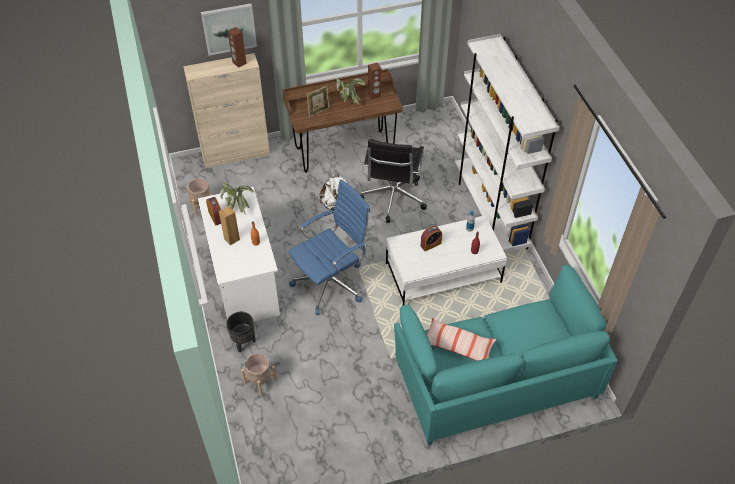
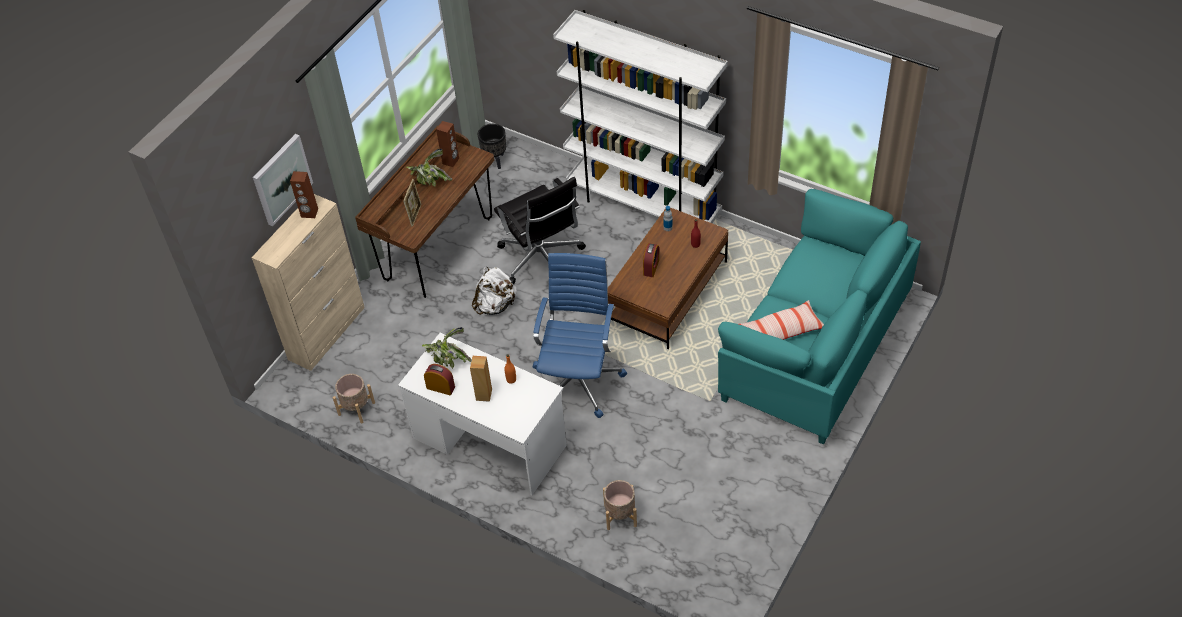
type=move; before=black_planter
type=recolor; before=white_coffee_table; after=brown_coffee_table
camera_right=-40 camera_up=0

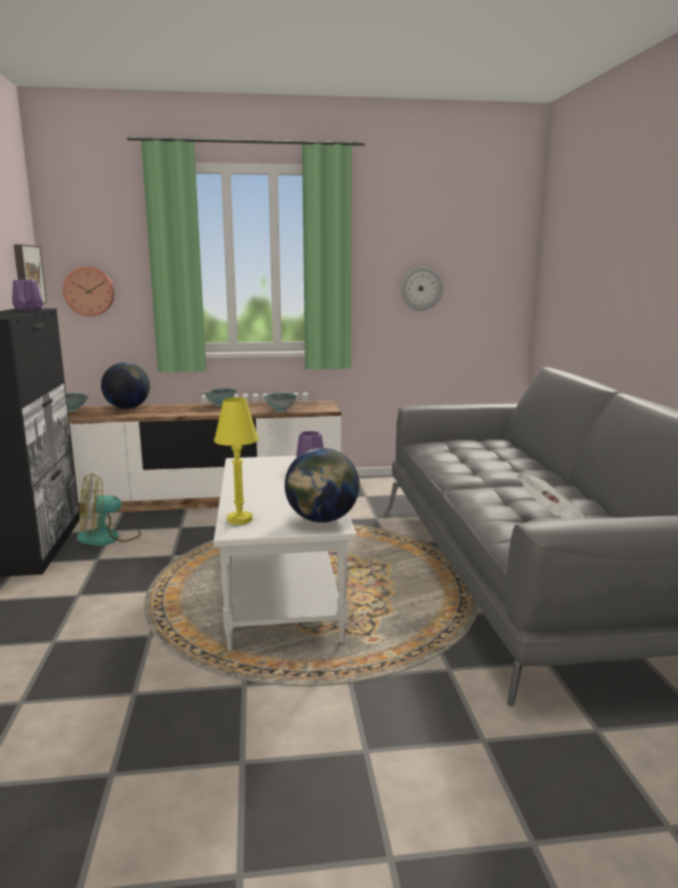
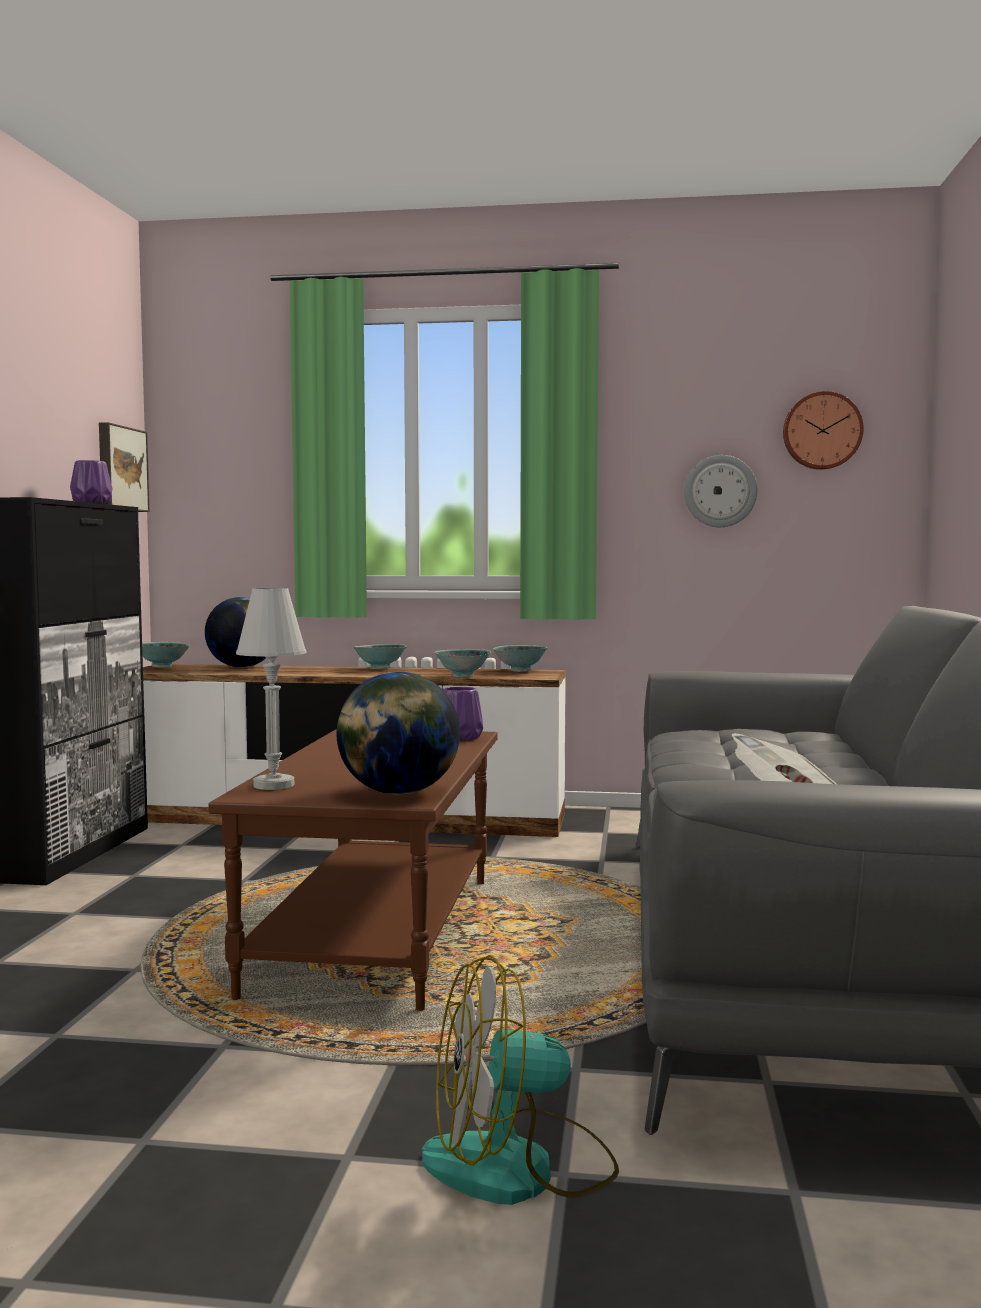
type=move; before=wall_clock (1st from left in the first image); after=wall_clock (2nd from left)
type=move; before=fan
type=recolor; before=white_coffee_table; after=brown_coffee_table
type=recolor; before=yellow_table_lamp; after=white_table_lamp
type=insert; after=bowl (4th from left)
camera_right=15 camera_up=-10

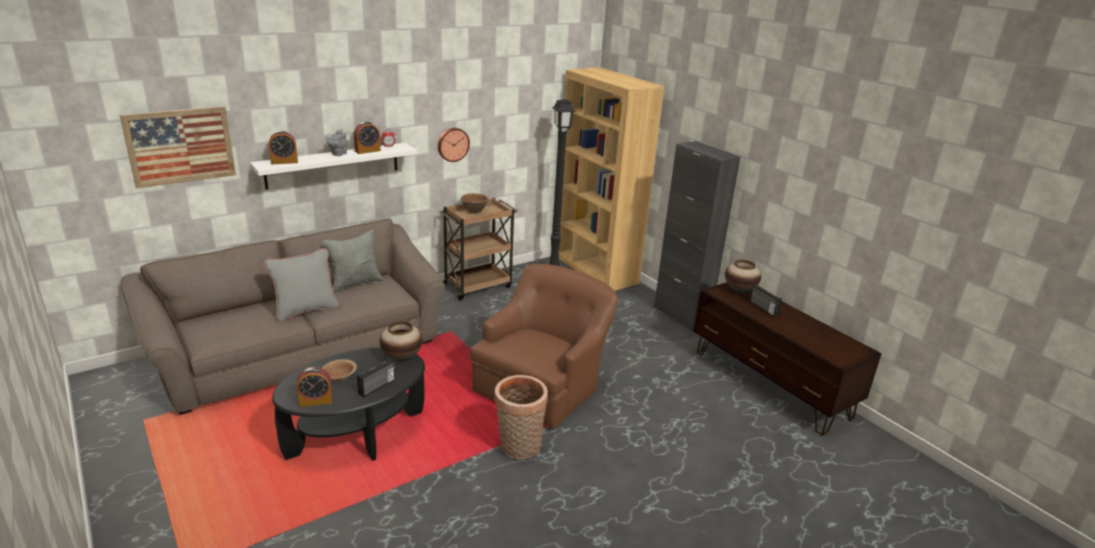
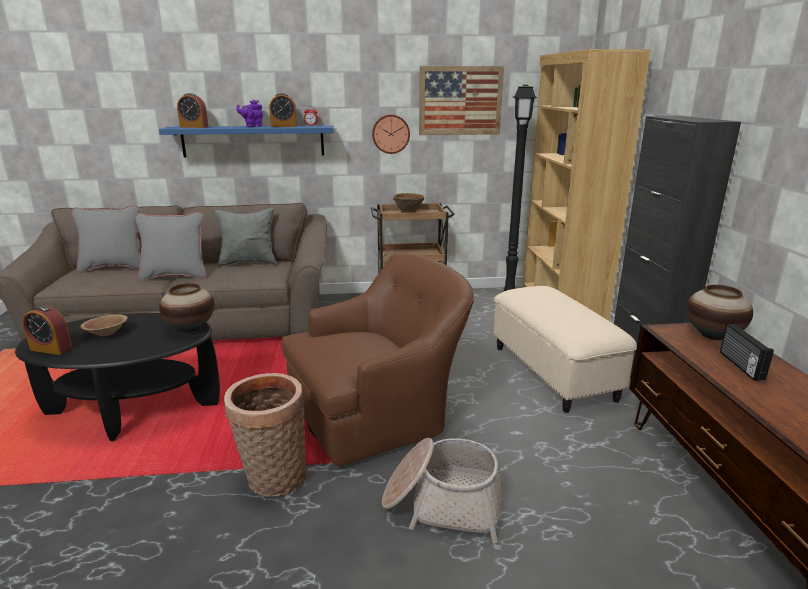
type=move; before=picture
type=recolor; before=white_shelf; after=blue_shelf
type=recolor; before=grey_teapot; after=purple_teapot
type=delete; before=radio (1st from left)
type=insert; after=grey_pillow (1st from left)
type=insert; after=basket (2nd from left)
type=insert; after=beige_ottoman
camera_right=30 camera_up=-5

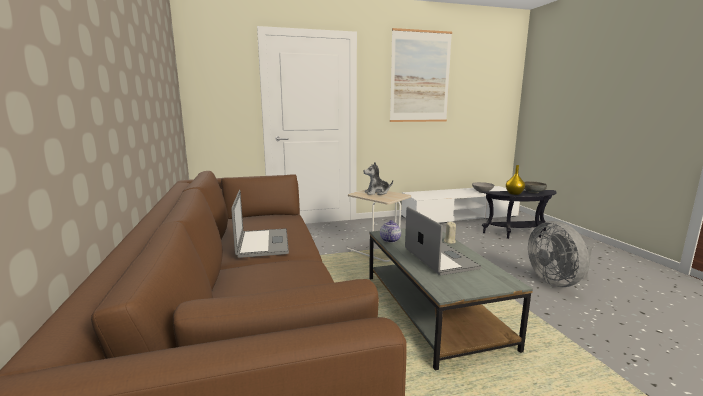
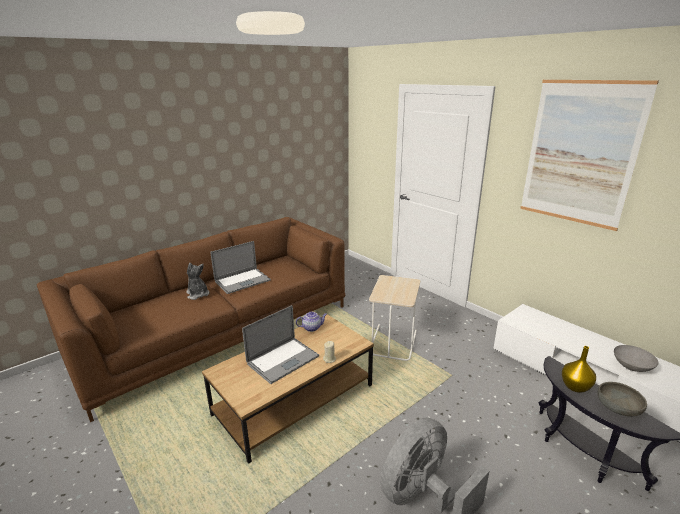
type=move; before=plush_toy
type=recolor; before=grey_coffee_table; after=brown_coffee_table
camera_right=65 camera_up=10

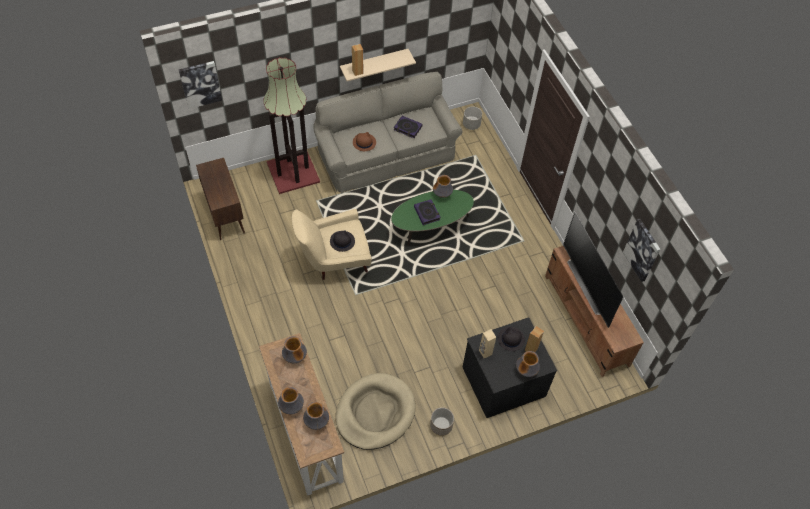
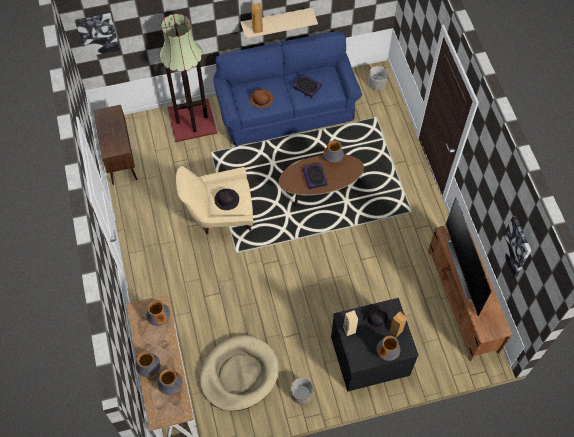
type=recolor; before=grey_sofa; after=blue_sofa
type=recolor; before=green_coffee_table; after=brown_coffee_table
camera_right=10 camera_up=5

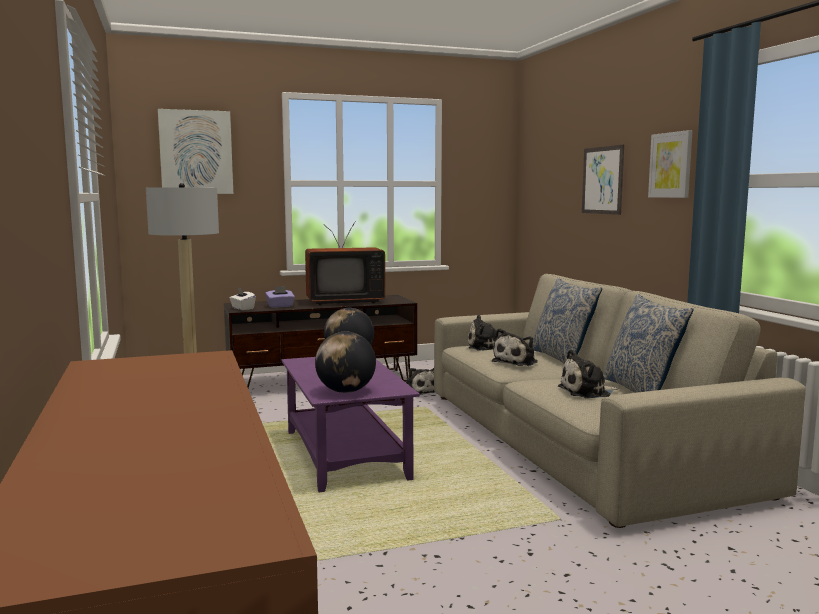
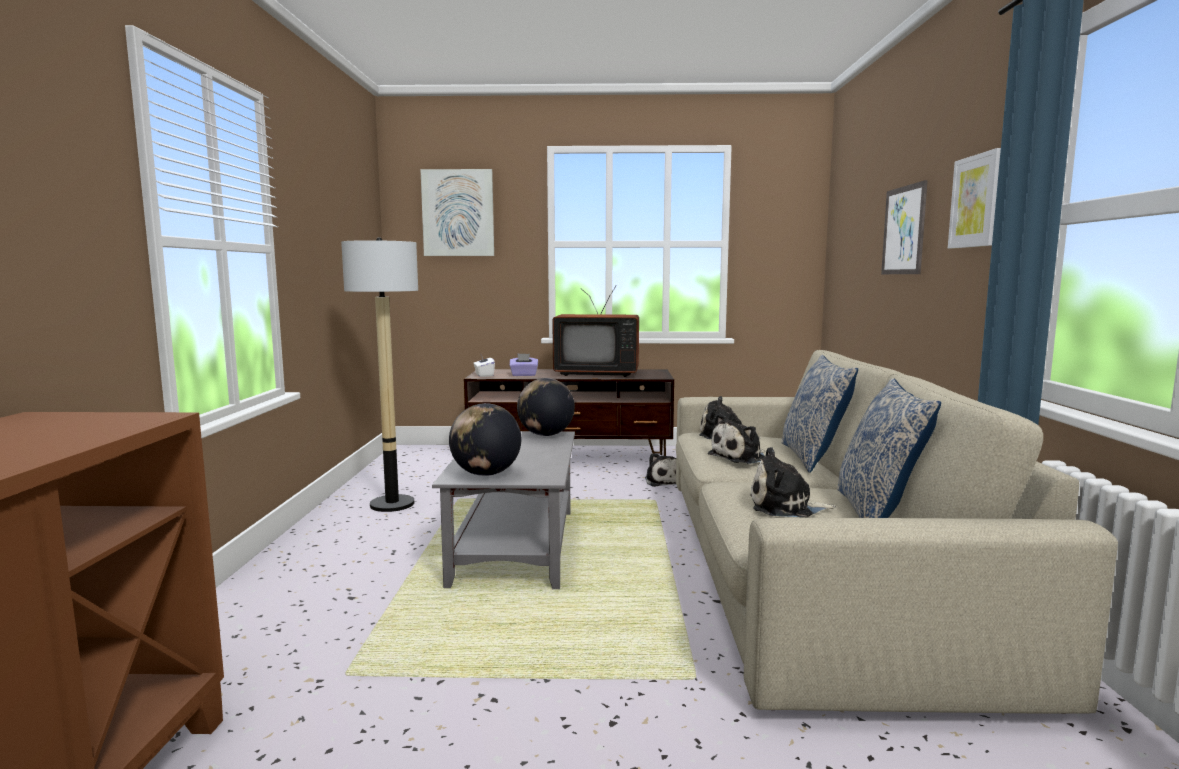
type=recolor; before=purple_coffee_table; after=grey_coffee_table
camera_right=20 camera_up=0

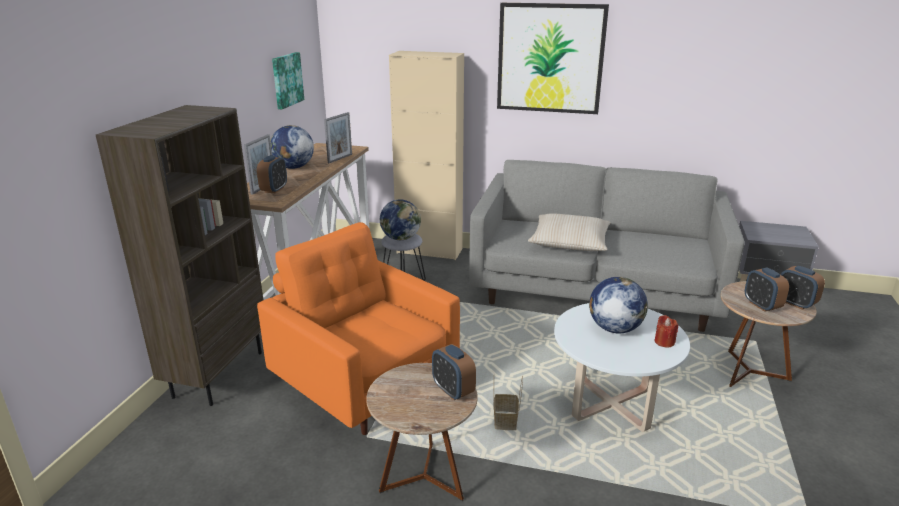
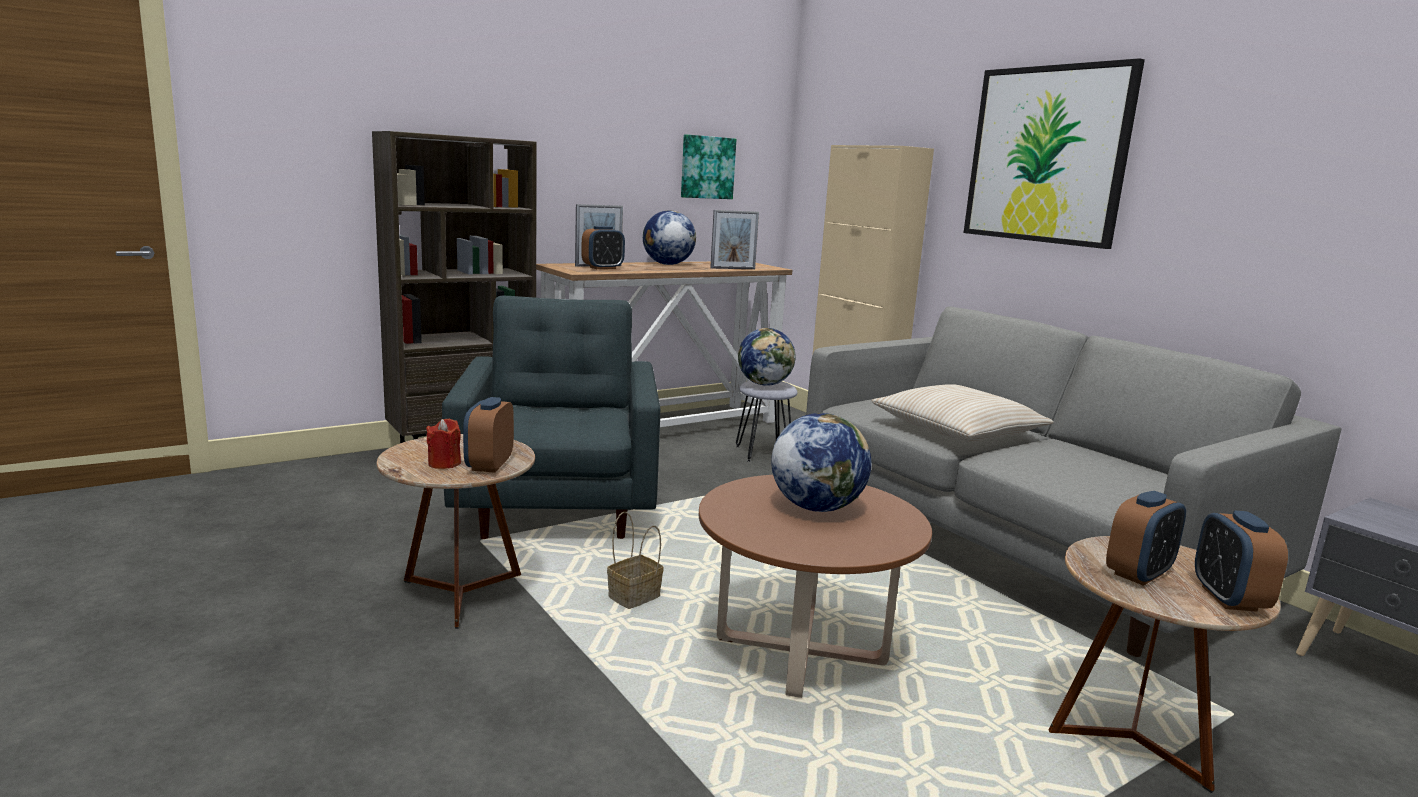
type=recolor; before=orange_armchair; after=grey_armchair
type=recolor; before=white_coffee_table; after=brown_coffee_table
type=move; before=red_candle
type=rotate; before=alarm_clock (3rd from left); turn=-150
camera_right=40 camera_up=-10

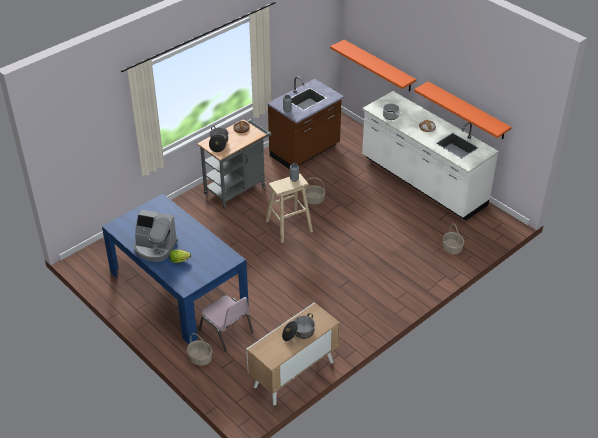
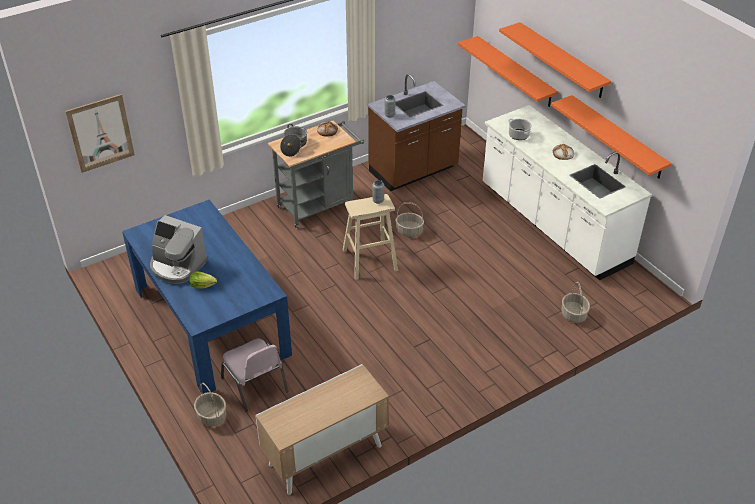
type=delete; before=cooking_pot (2nd from left)
type=insert; after=picture
type=insert; after=orange_shelf (2nd from left)
camera_right=10 camera_up=0

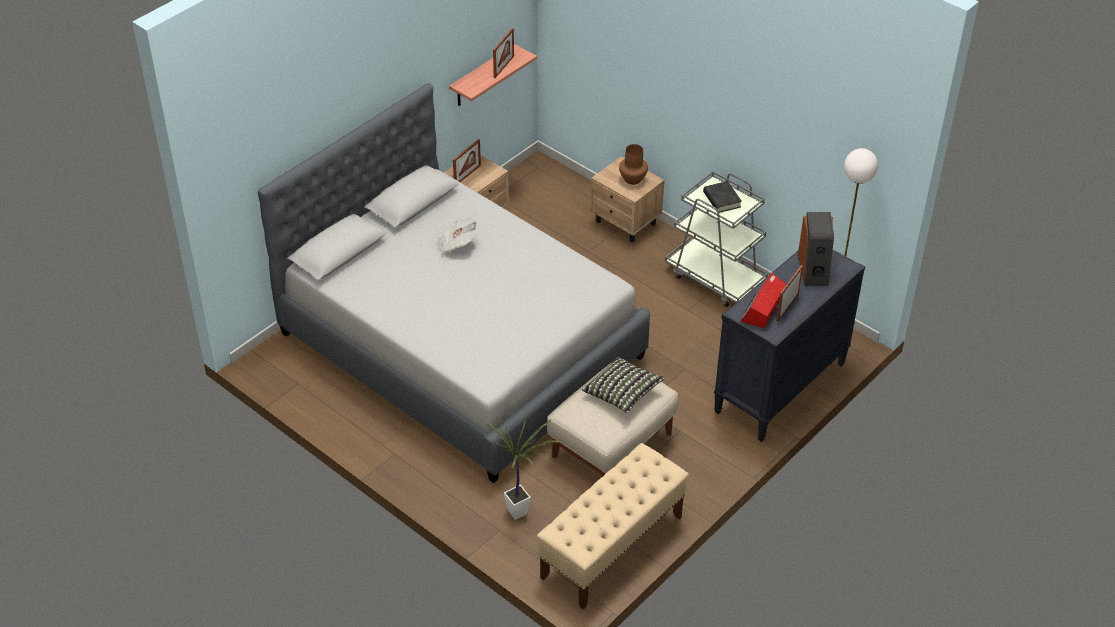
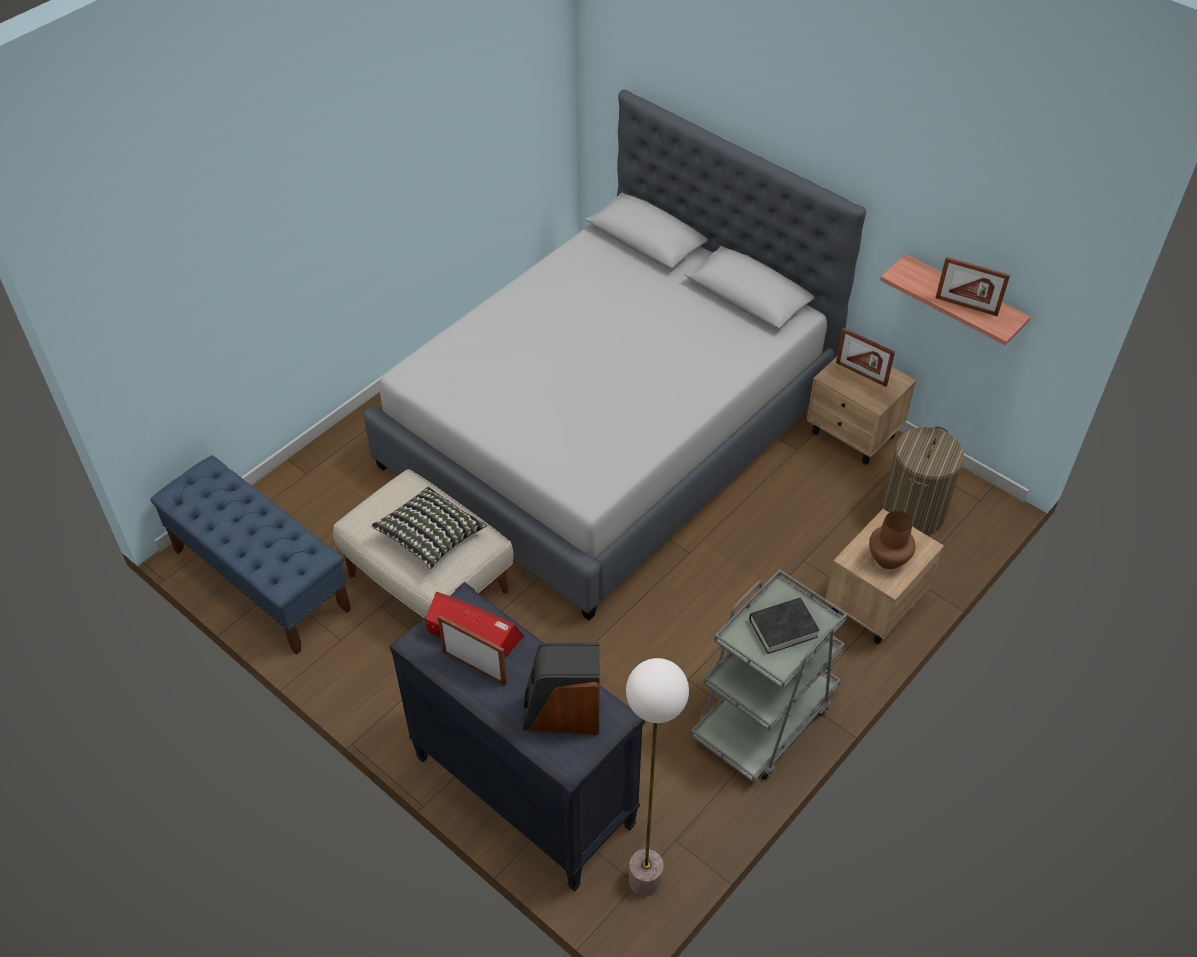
type=delete; before=newspaper
type=delete; before=potted_plant
type=recolor; before=beige_bench; after=blue_bench
type=insert; after=laundry_basket
camera_right=90 camera_up=5

